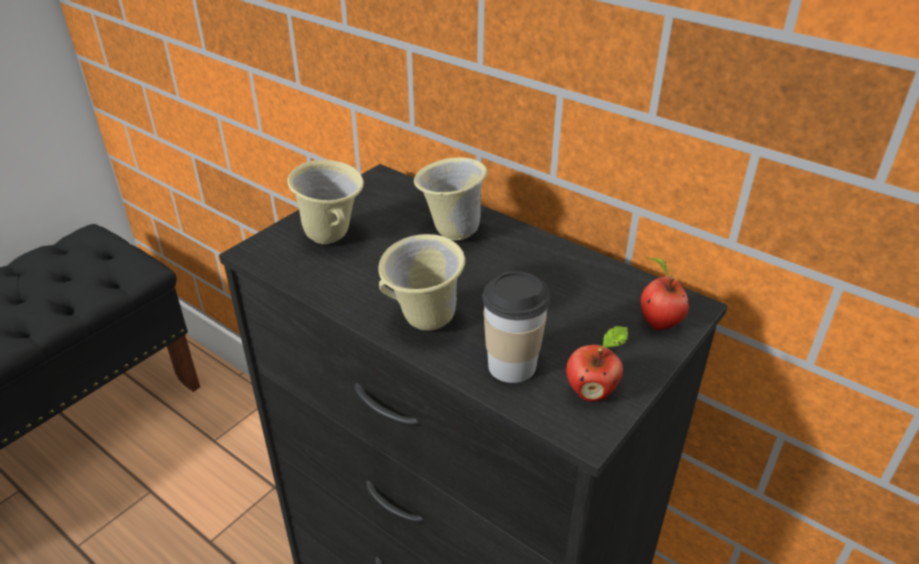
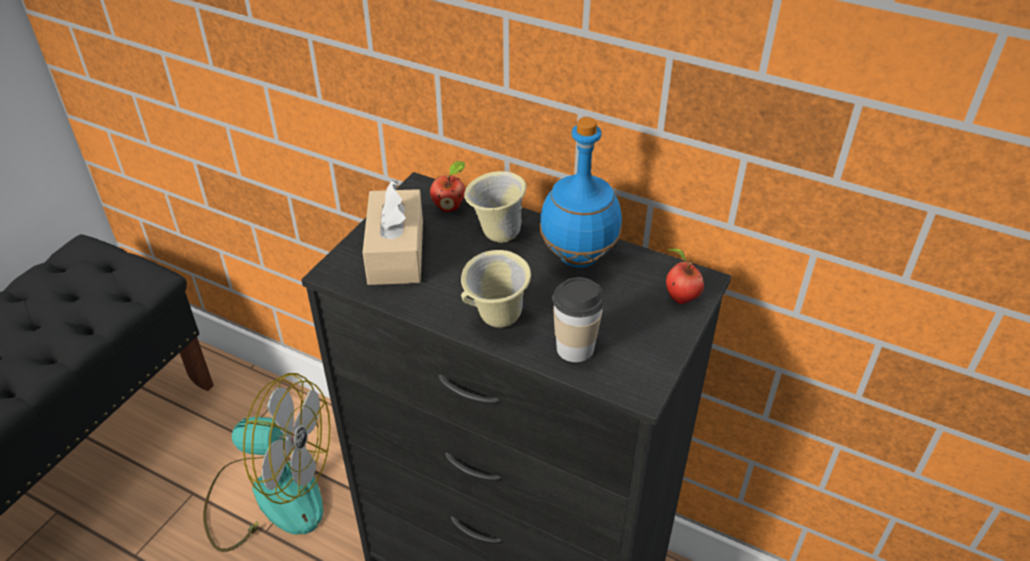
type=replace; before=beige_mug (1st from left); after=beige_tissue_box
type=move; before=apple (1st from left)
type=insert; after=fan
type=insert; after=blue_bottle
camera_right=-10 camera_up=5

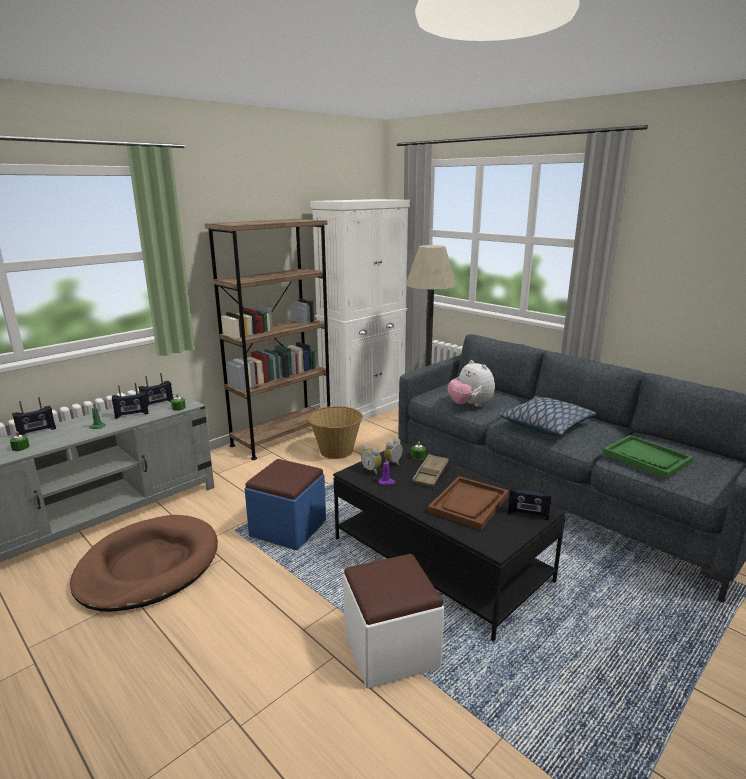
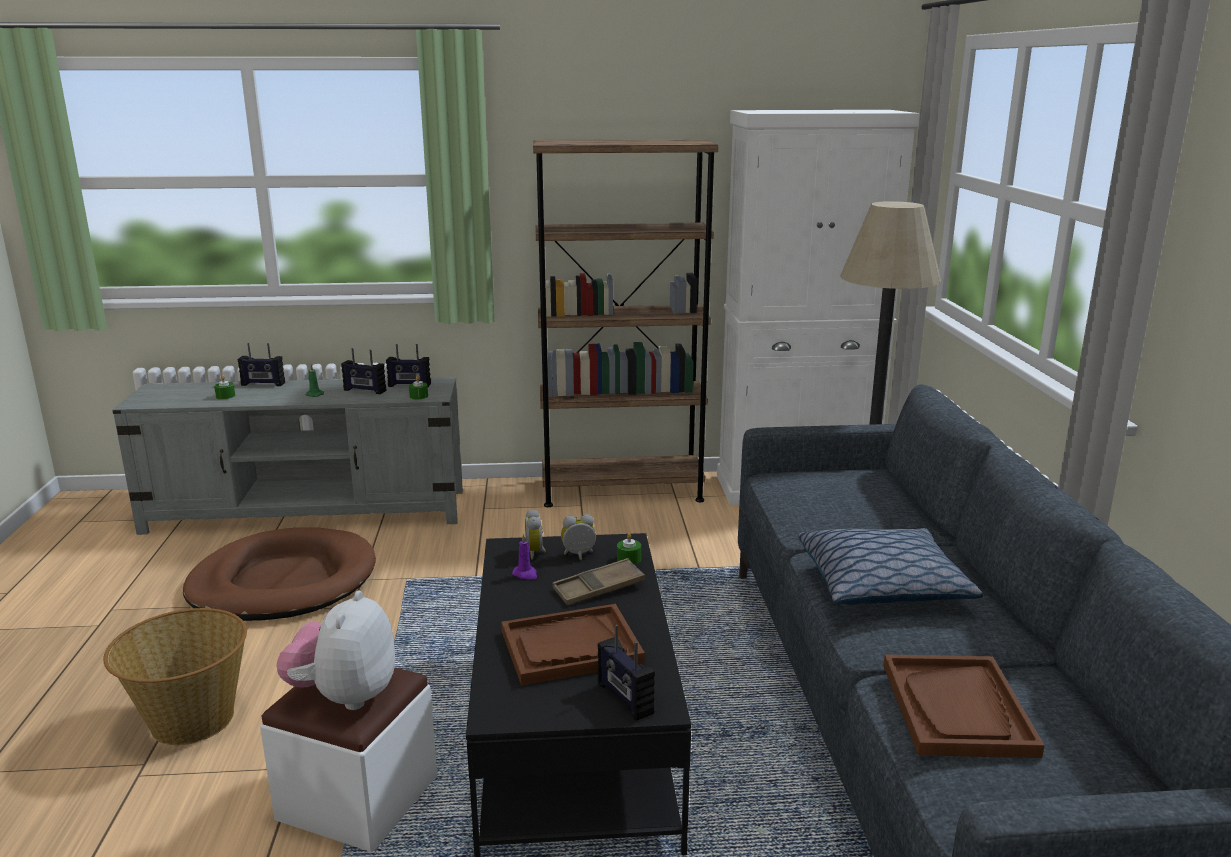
type=delete; before=blue_ottoman
type=move; before=basket
type=move; before=plush_toy
type=recolor; before=green_tray; after=brown_tray (3rd from left)
camera_right=40 camera_up=0

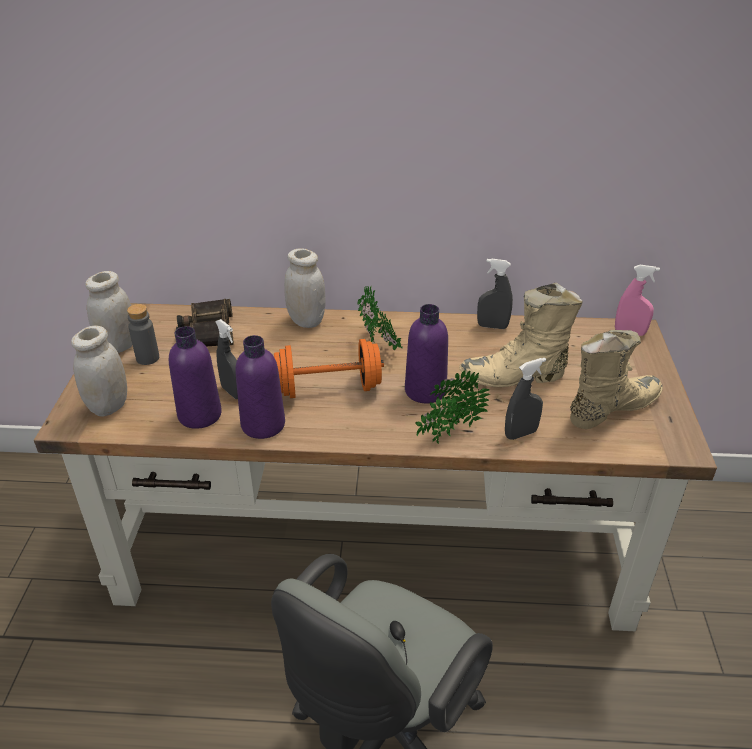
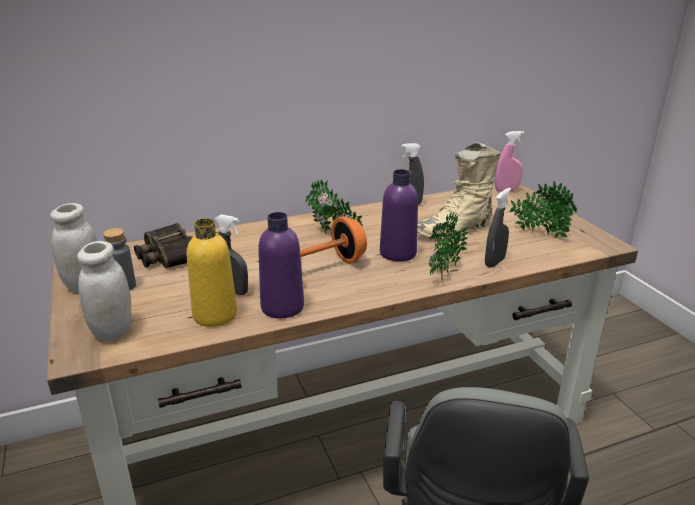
type=recolor; before=purple_bottle (1st from left); after=yellow_bottle
type=delete; before=white_jar (3rd from left)
type=replace; before=beige_boot (2nd from left); after=potted_plant (3rd from left)
camera_right=-25 camera_up=-10

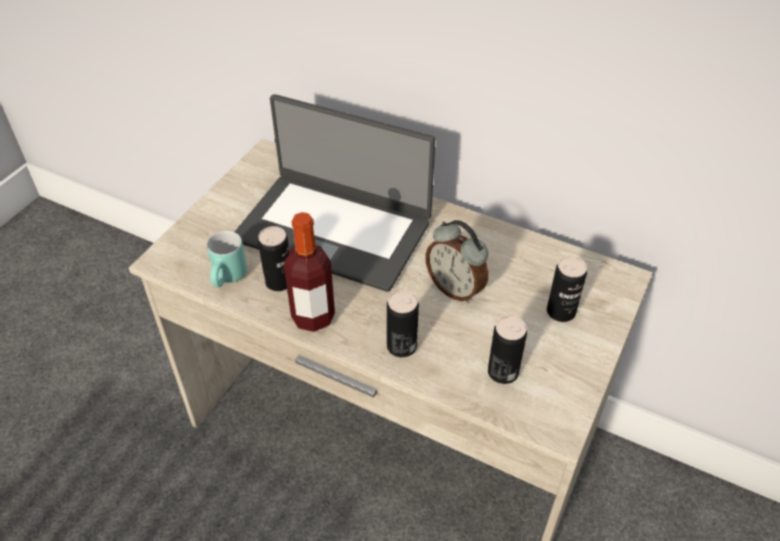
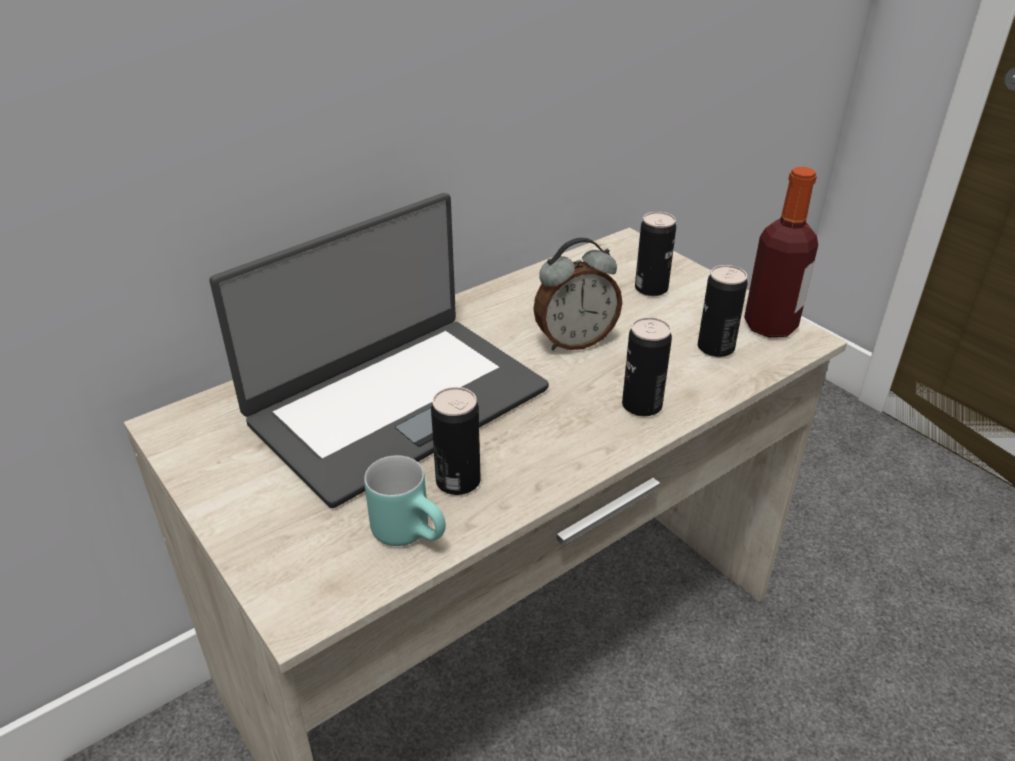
type=move; before=bottle
camera_right=-65 camera_up=-10

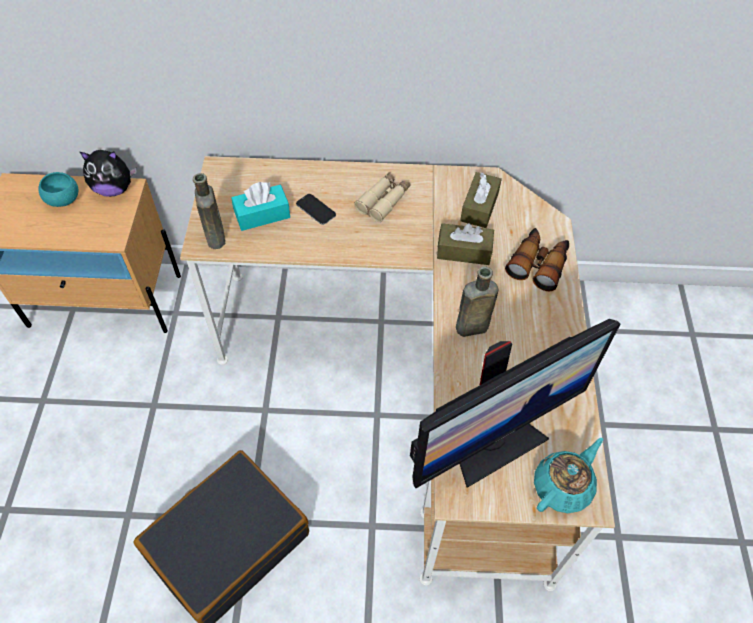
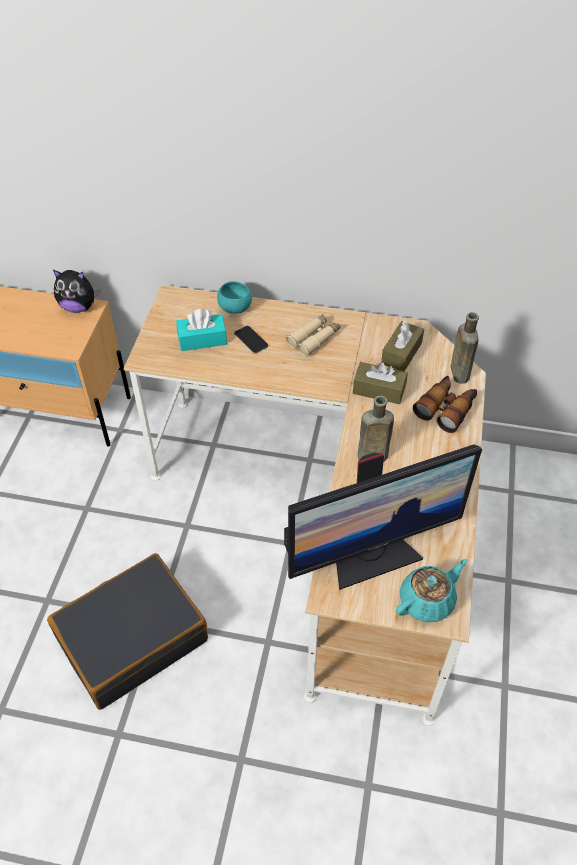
type=move; before=turquoise_bowl
type=move; before=brown_bottle (1st from left in the first image); after=brown_bottle (2nd from left)
camera_right=10 camera_up=-5

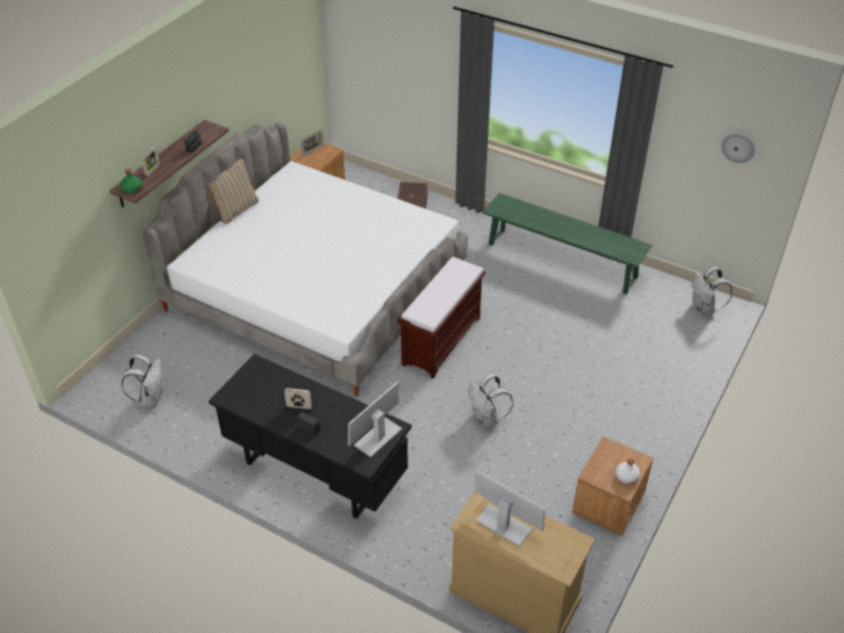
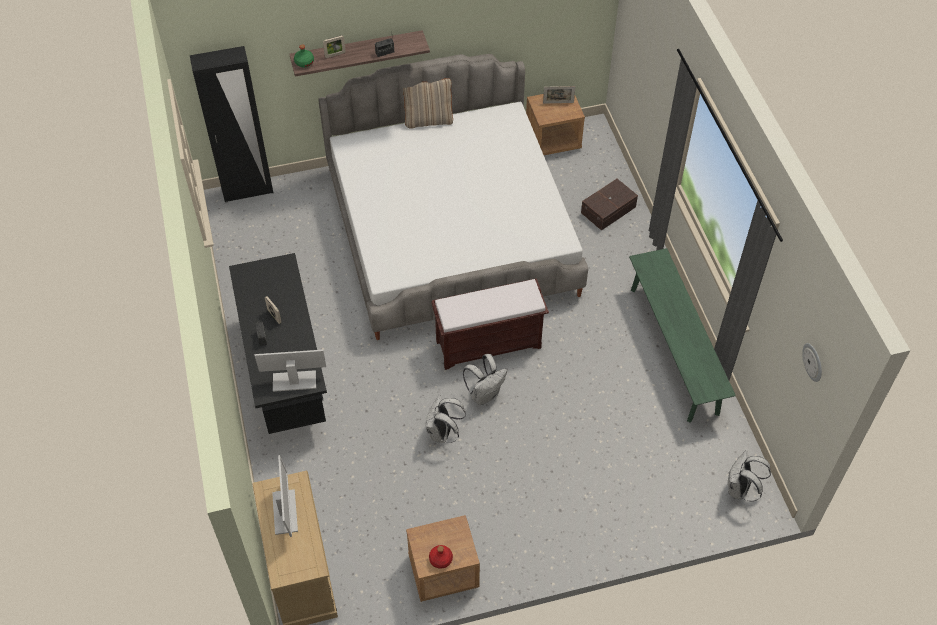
type=move; before=white_backpack (1st from left in the first image); after=white_backpack (2nd from left)
type=recolor; before=white_bottle; after=red_bottle
type=insert; after=black_wardrobe
camera_right=45 camera_up=10

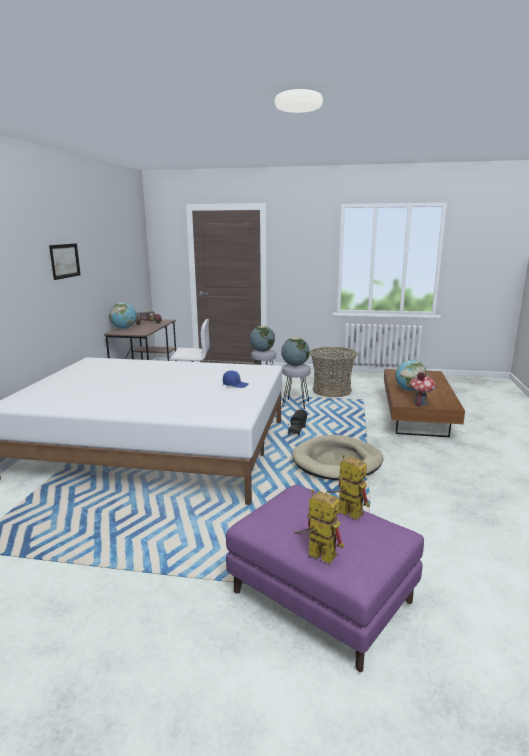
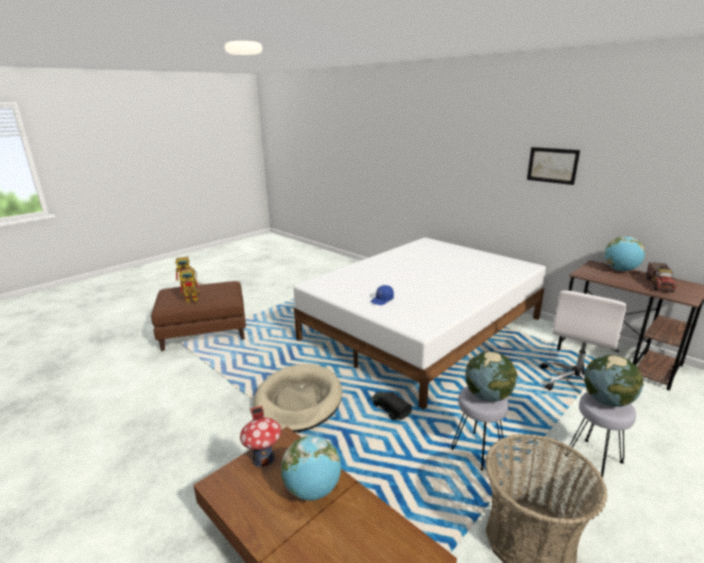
type=recolor; before=purple_ottoman; after=brown_ottoman
camera_right=125 camera_up=5

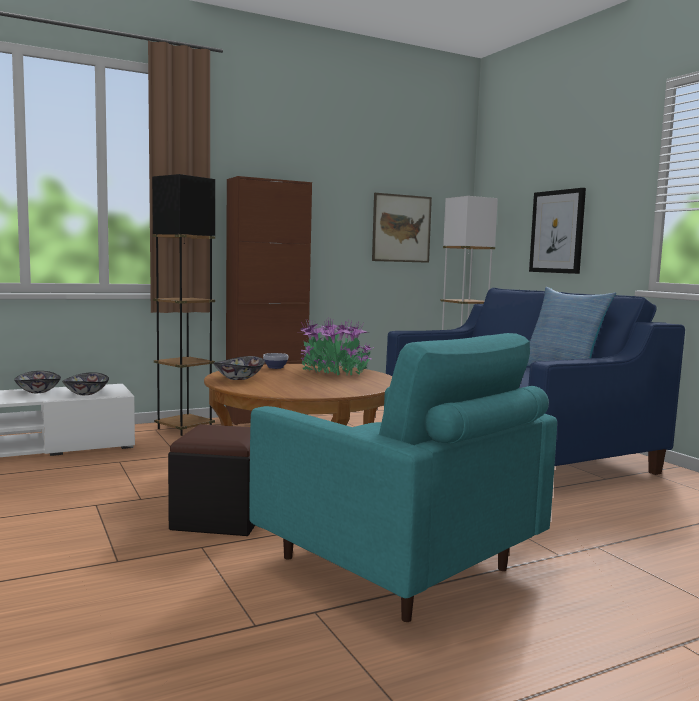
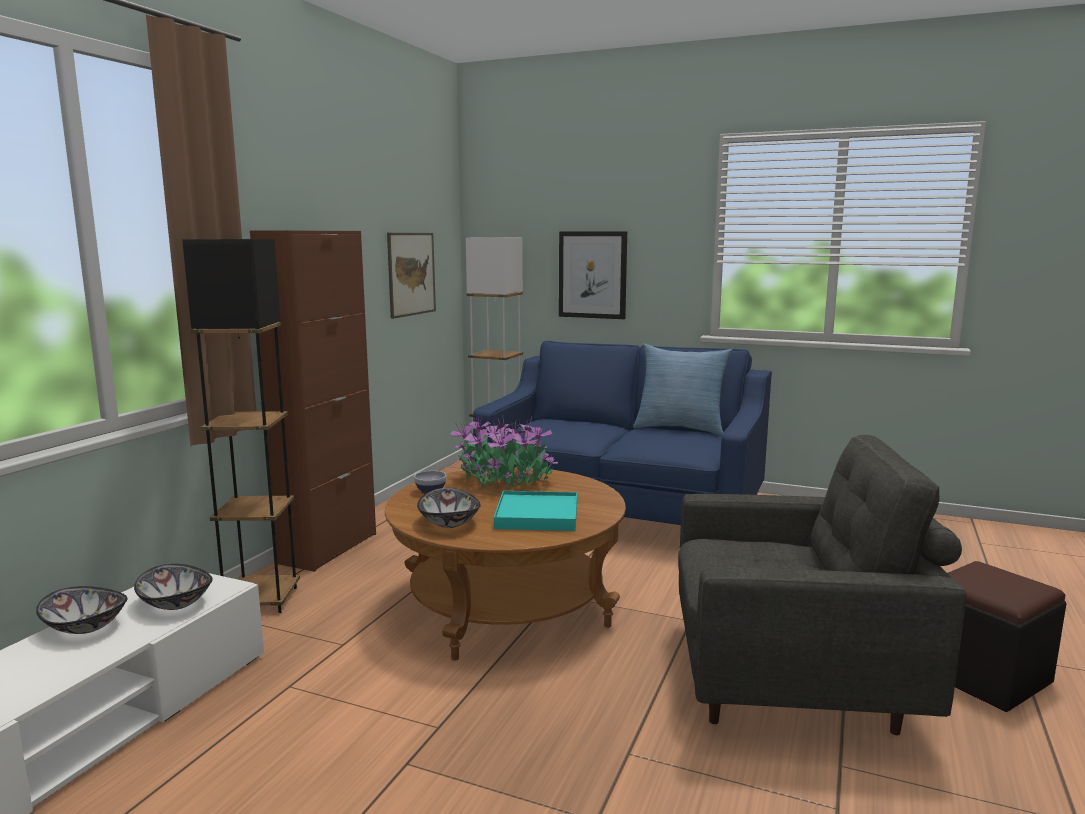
type=move; before=black_ottoman
type=recolor; before=turquoise_armchair; after=grey_armchair
type=insert; after=turquoise_tray
camera_right=-40 camera_up=5

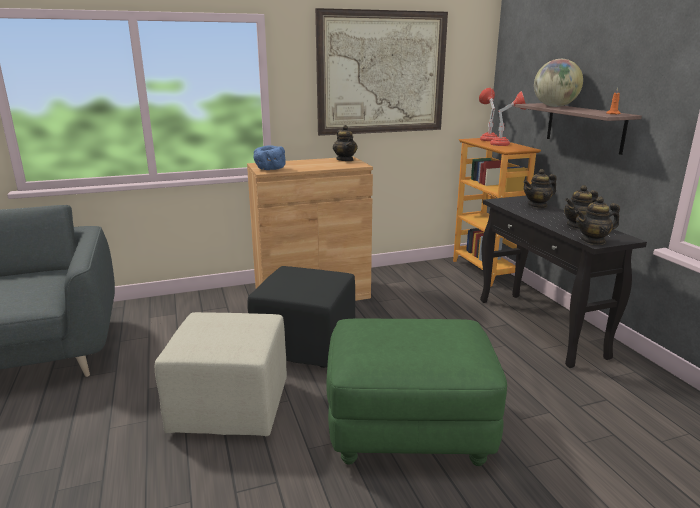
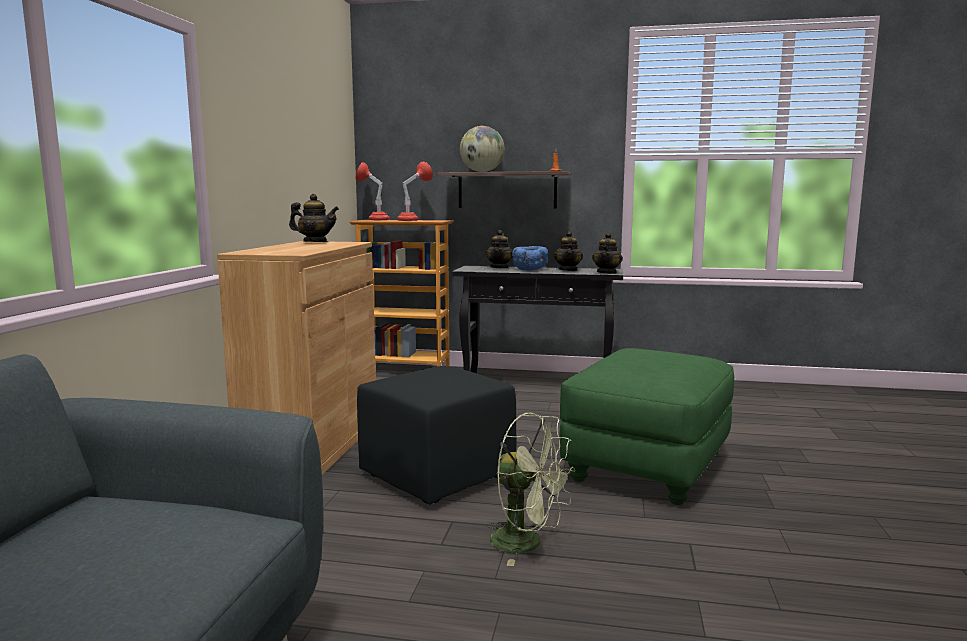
type=replace; before=beige_ottoman; after=green_fan
type=move; before=blue_bowl
type=delete; before=picture
camera_right=-60 camera_up=-10

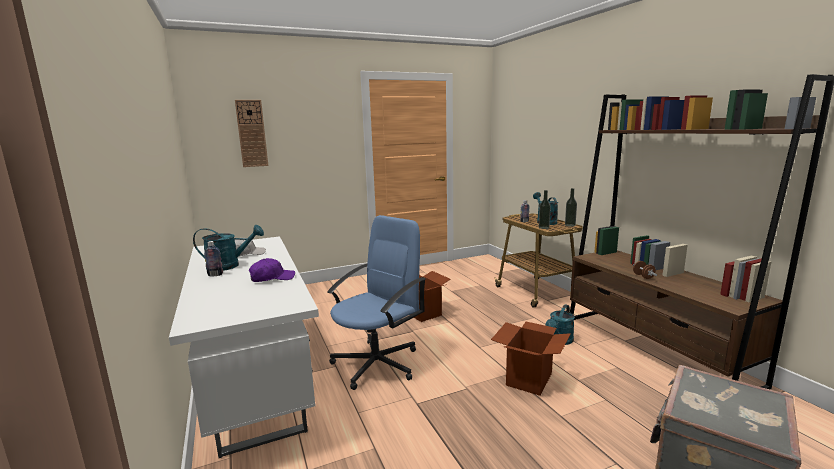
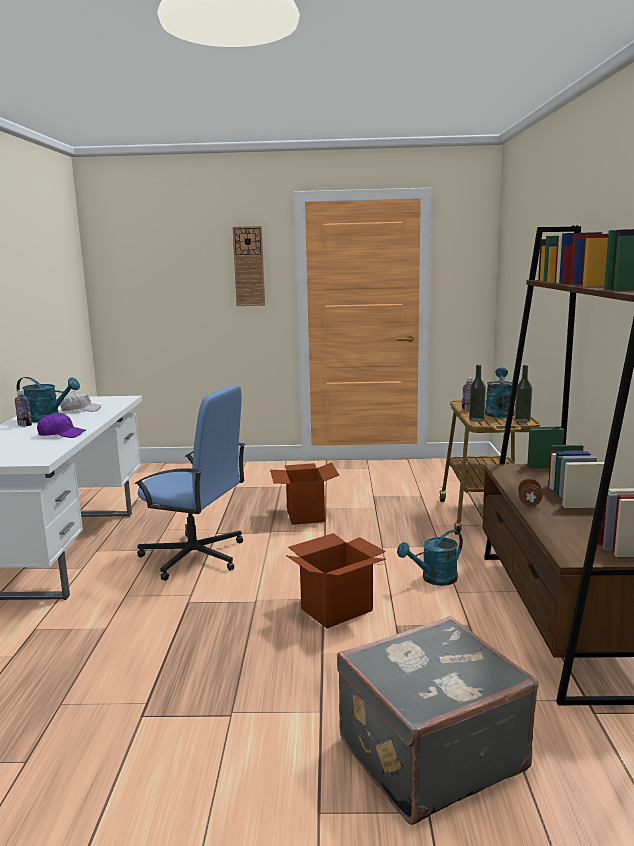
type=move; before=wall_clock
type=rotate; before=blue_office_chair; turn=45
camera_right=25 camera_up=0

